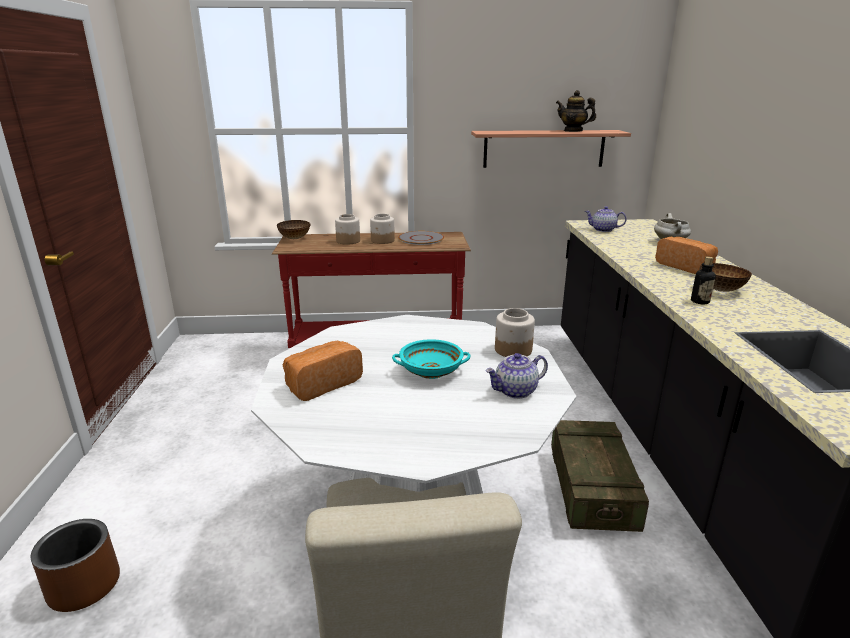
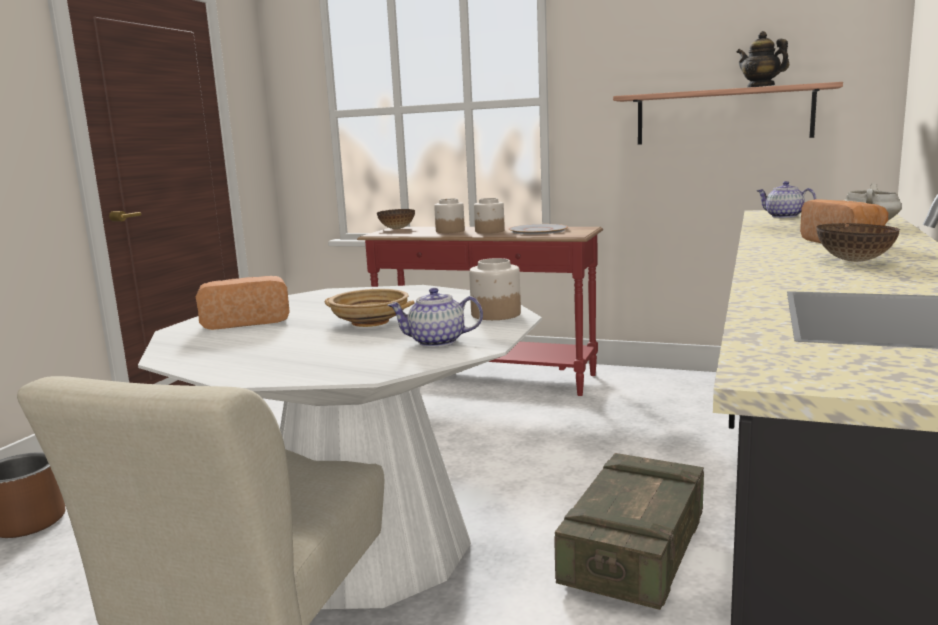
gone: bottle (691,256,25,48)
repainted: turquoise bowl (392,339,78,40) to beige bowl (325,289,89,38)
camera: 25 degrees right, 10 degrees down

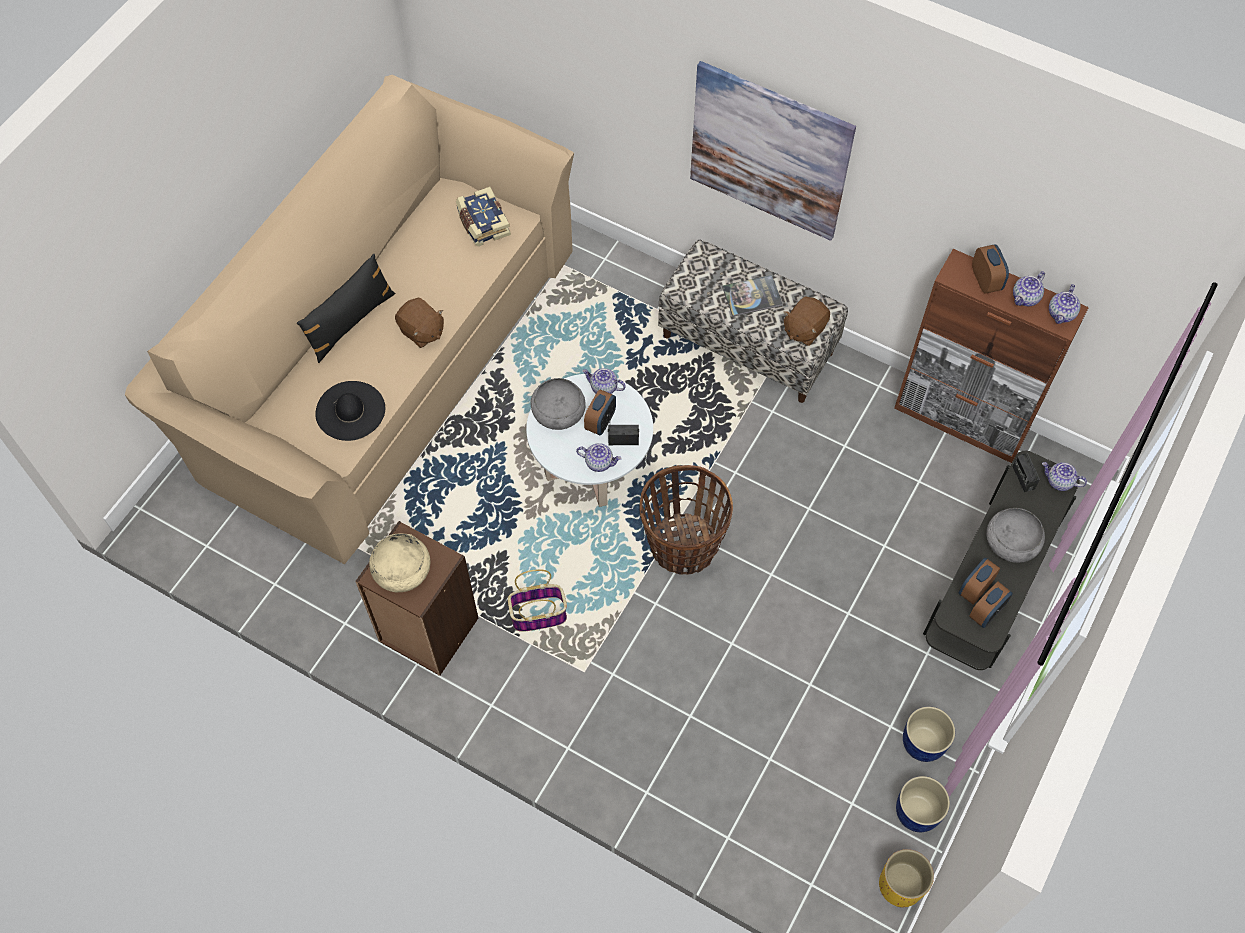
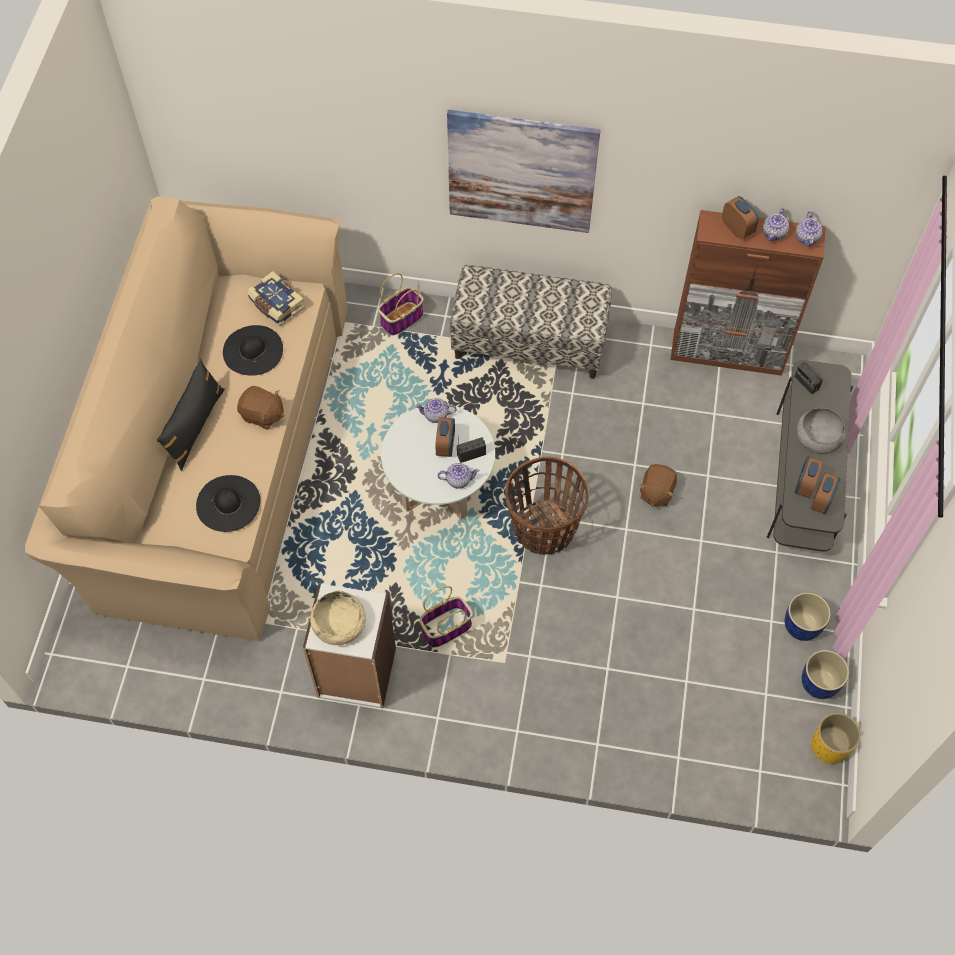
gone: grey bowl (530,378,56,52); book (722,275,61,42); teapot (1042,462,45,29)
new: black hat (223,325,60,51); basket (378,273,46,62)
shifted: brown plush toy (784,296,46,50) to (639,464,38,43)
repainted: brown bookcase (355,521,123,155) to white bookcase (303,583,93,125)
camera: 20 degrees left, 0 degrees up

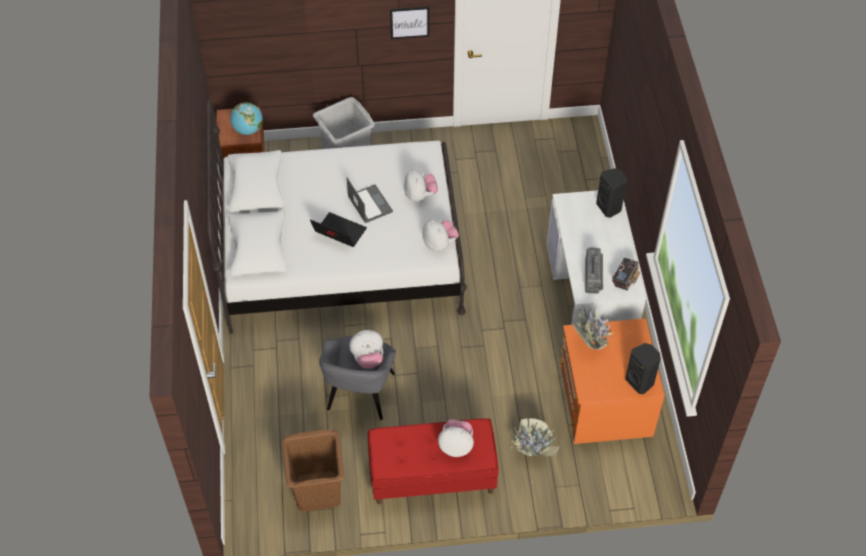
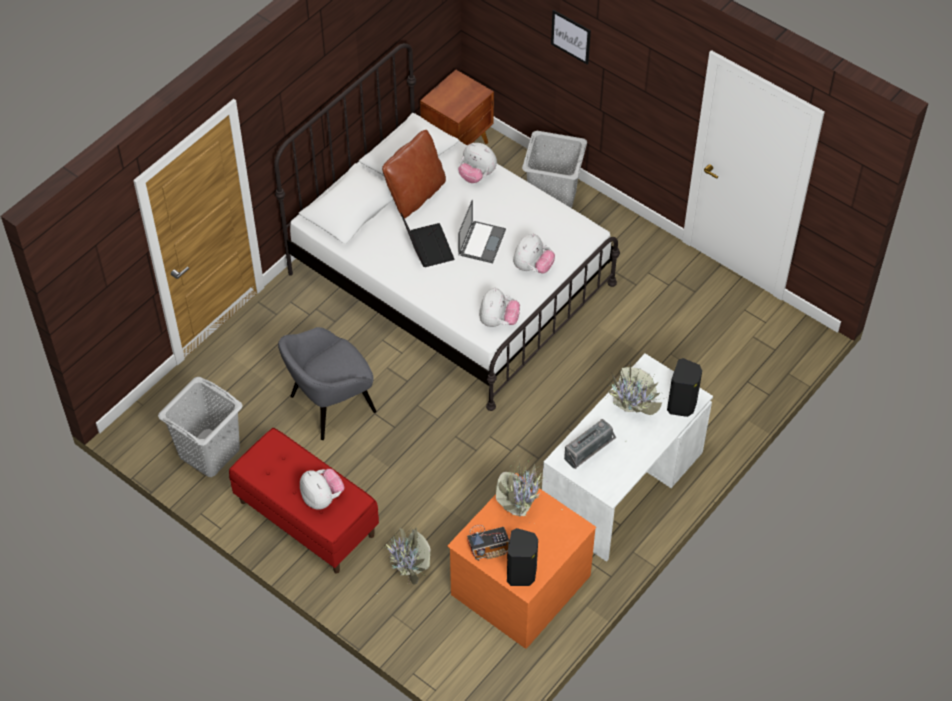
gone: globe (230,103,33,32)
new: brown pillow (382,130,64,89); potted plant (605,361,59,82)
shifted: plush toy (349,330,34,38) to (458,143,39,40); picture (390,7,39,32) to (551,10,40,55); radio (612,258,28,33) to (467,525,43,36)
repainted: brown laundry basket (282,430,62,82) to grey laundry basket (158,377,85,100)
camera: 45 degrees right, 0 degrees up

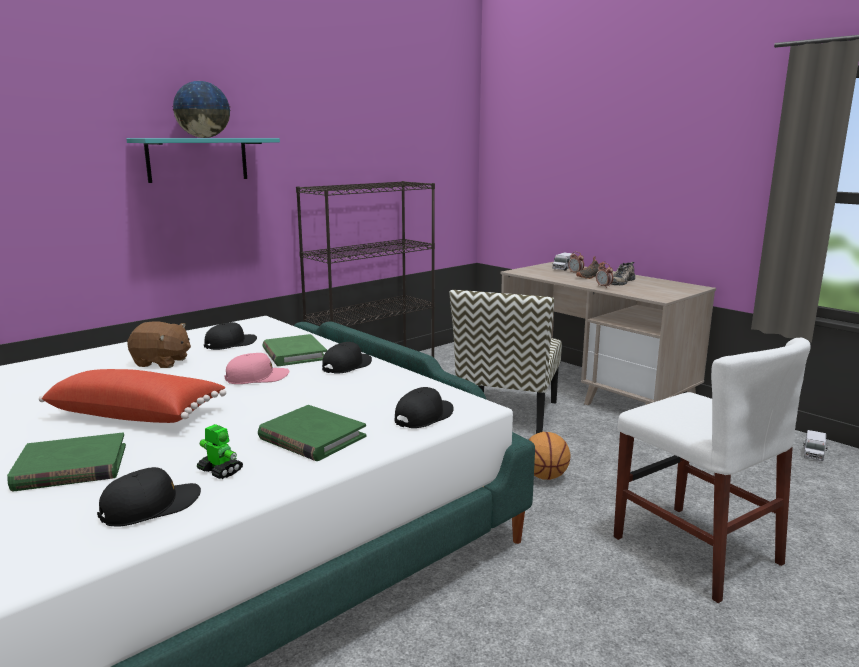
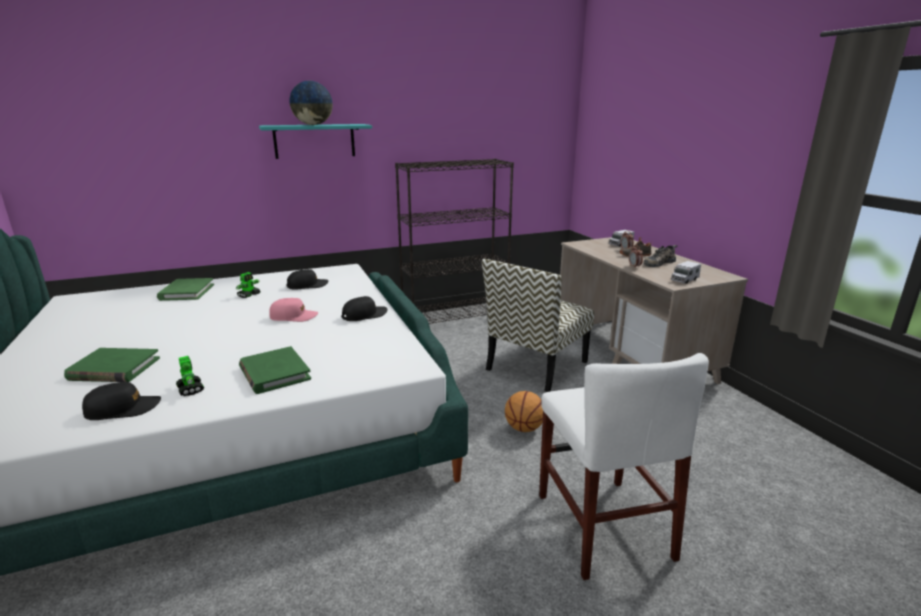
gone: red pillow (39,369,187,54); black cap (394,387,60,41)
shifted: green book (262,334,65,32) to (157,278,57,23); toy truck (803,430,25,31) to (671,261,30,23)
swapped: brown plush toy (127,321,64,47) to toy robot (236,272,24,26)
camera: 20 degrees right, 5 degrees up

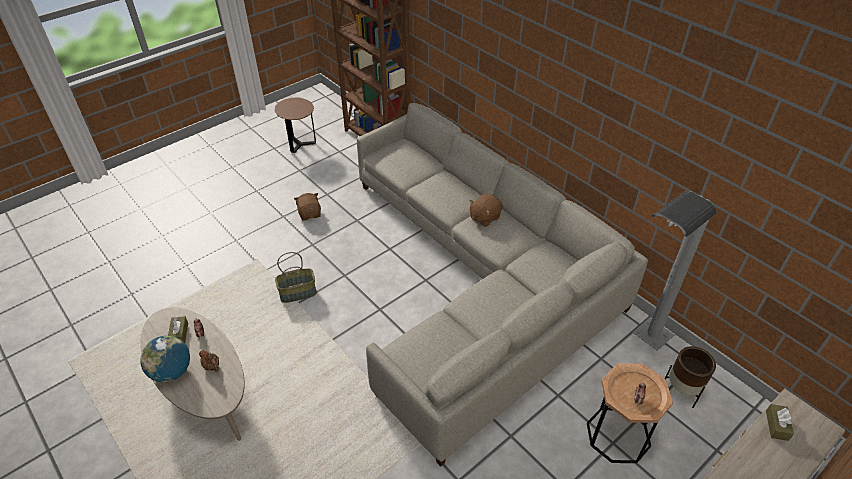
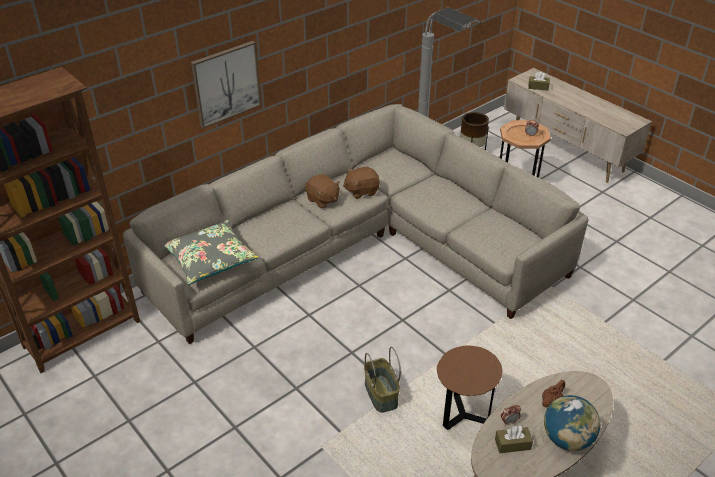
new: grey pillow (164,220,95,65); picture (191,41,70,88)
shifted: brown side table (275,97,41,56) to (437,345,65,85); brown plush toy (294,193,27,27) to (343,166,37,33)
camera: 90 degrees left, 5 degrees down

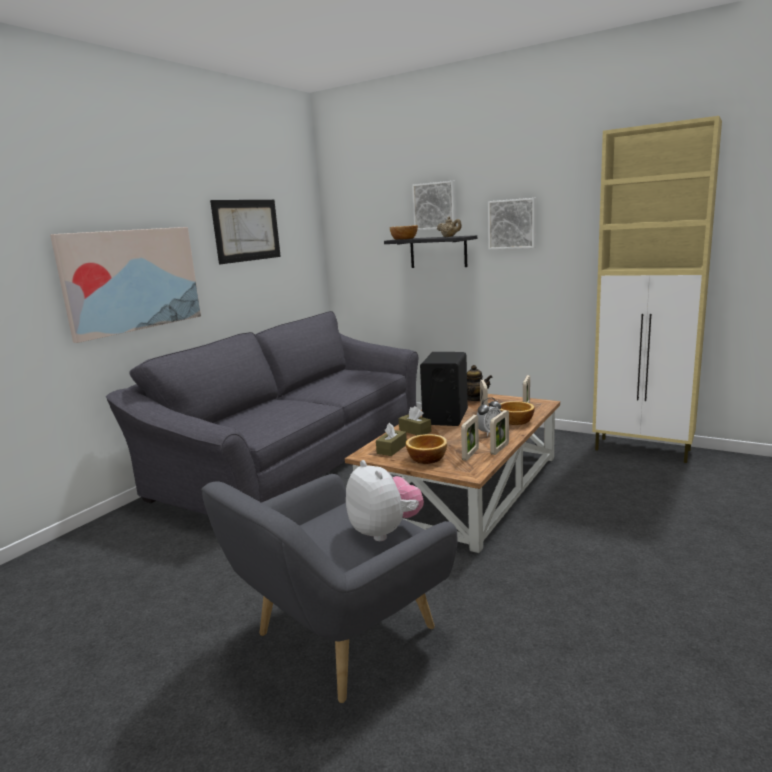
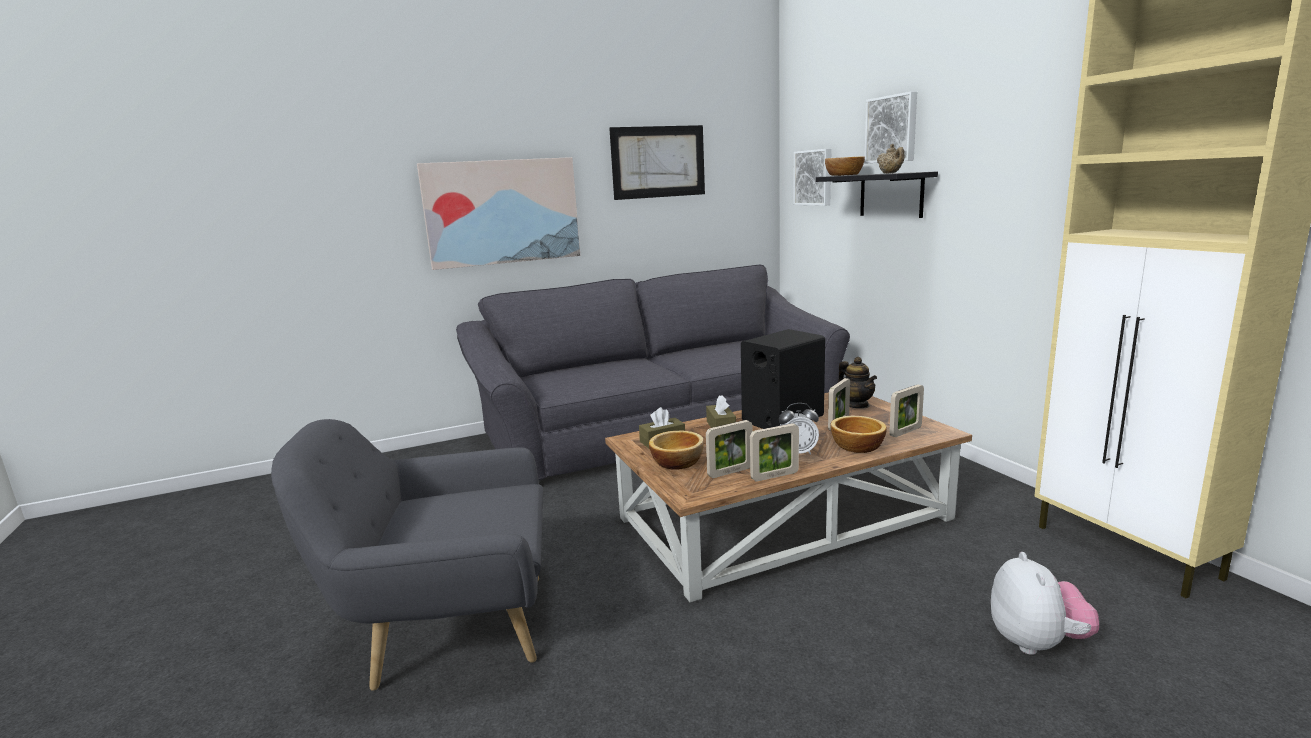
shifted: plush toy (346,460,78,81) to (991,552,108,103); picture (488,198,48,51) to (793,148,38,58)
camera: 35 degrees right, 0 degrees up

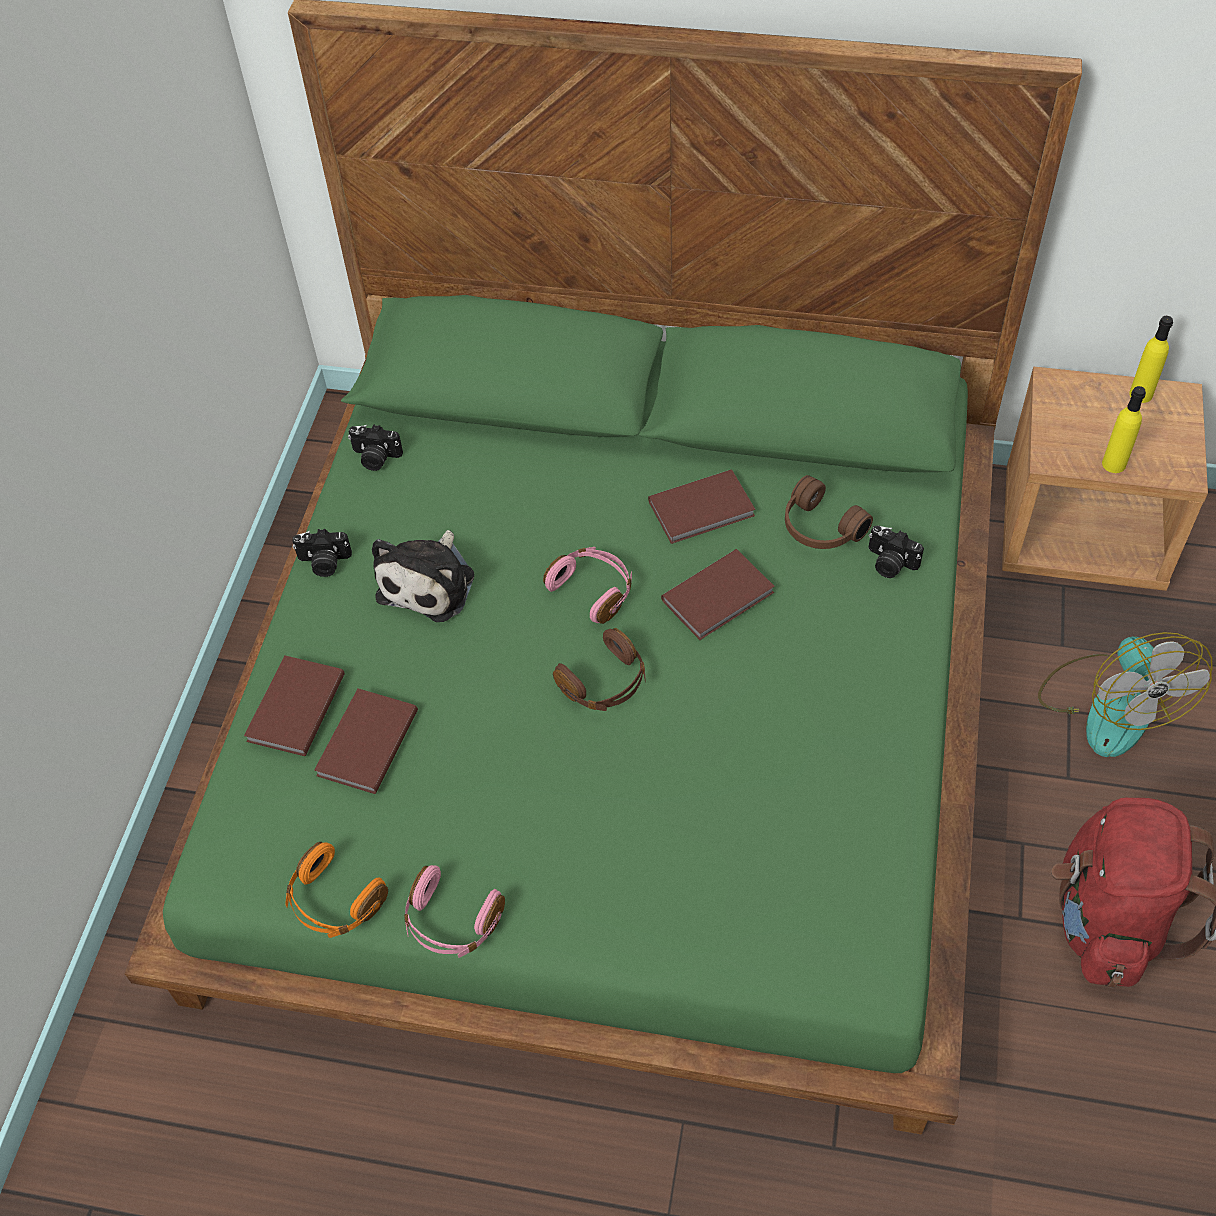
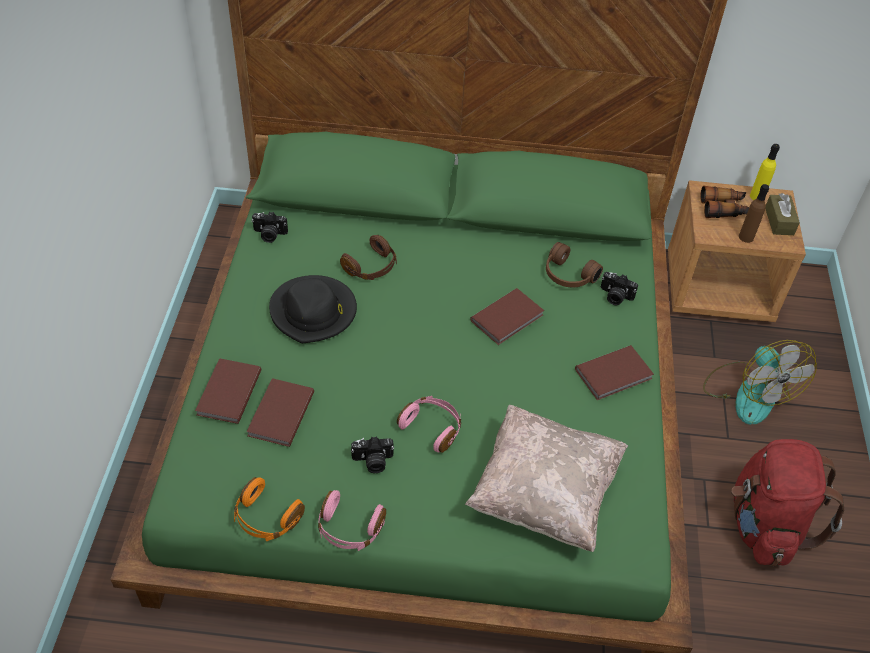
new: beige pillow (465,405,163,147); binoculars (700,186,49,32); brown tissue box (765,193,35,42)
shifted: photo camera (292,529,60,48) to (351,436,43,37); pink headphones (543,547,89,77) to (397,396,64,57); brown headphones (553,628,93,83) to (340,235,57,45); brown book (648,469,108,75) to (575,345,79,55)
swapped: plush toy (372,530,102,92) to black hat (269,275,88,68)
repainted: yellow bottle (1102,386,44,87) to brown bottle (739,184,30,59)
camera: 10 degrees left, 5 degrees down

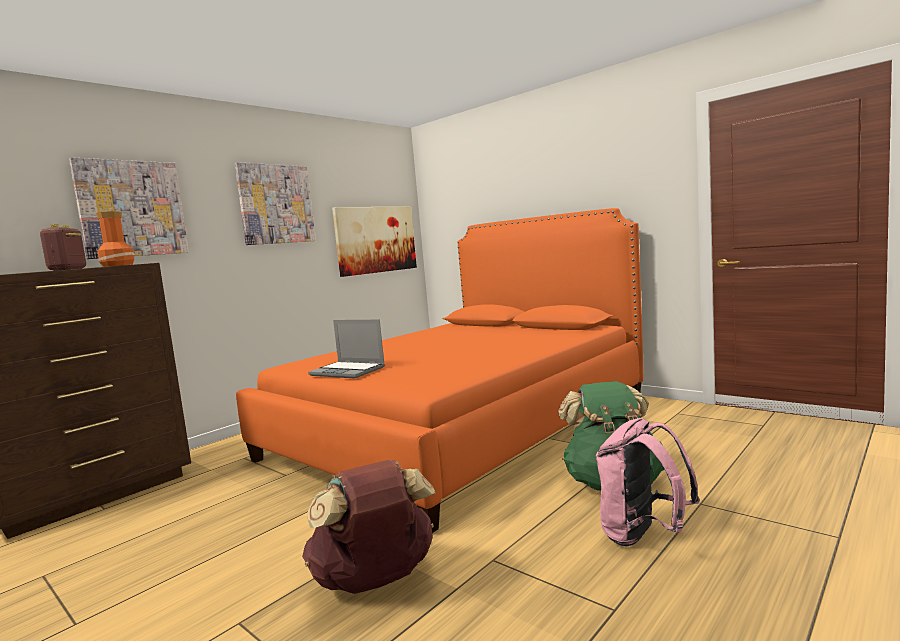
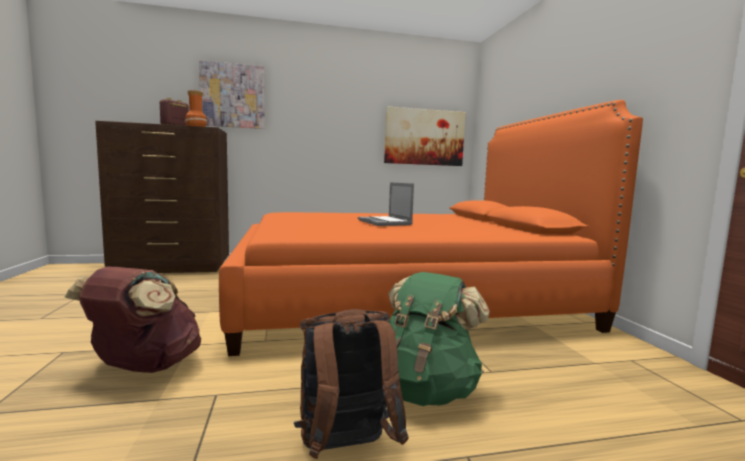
gone: picture (235,162,81,83)
shifted: laptop (308,319,77,59) to (358,182,56,44)
repainted: pink backpack (596,418,104,128) to brown backpack (294,309,115,150)
camera: 35 degrees right, 0 degrees up

